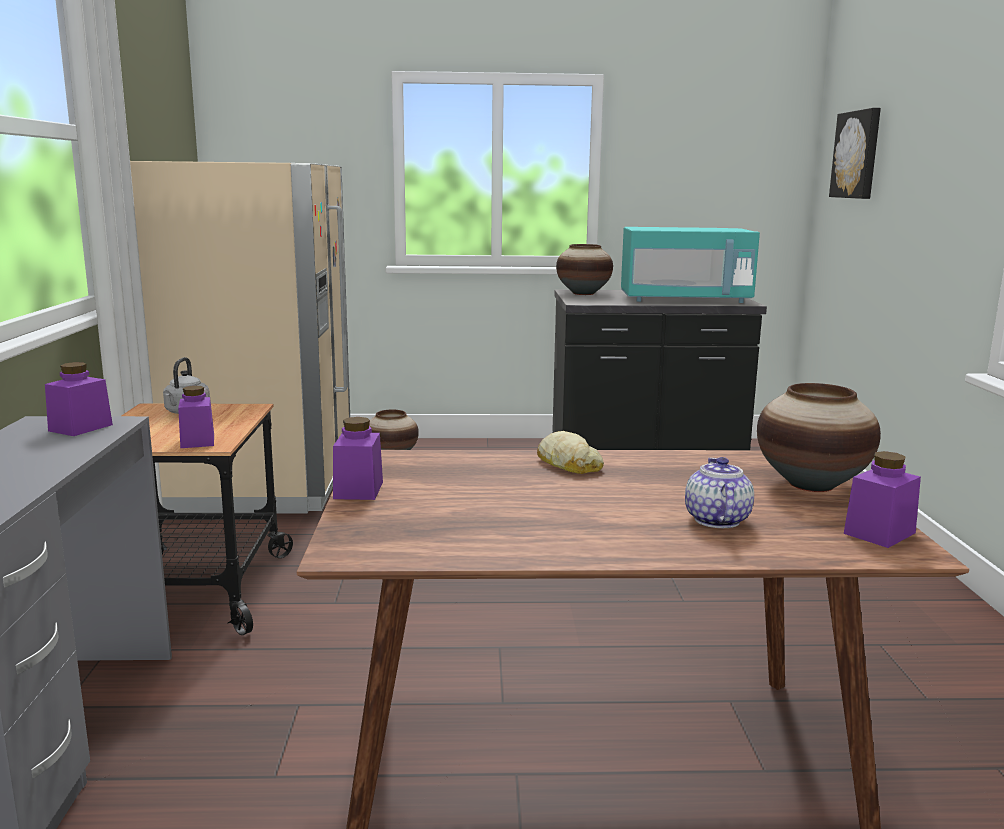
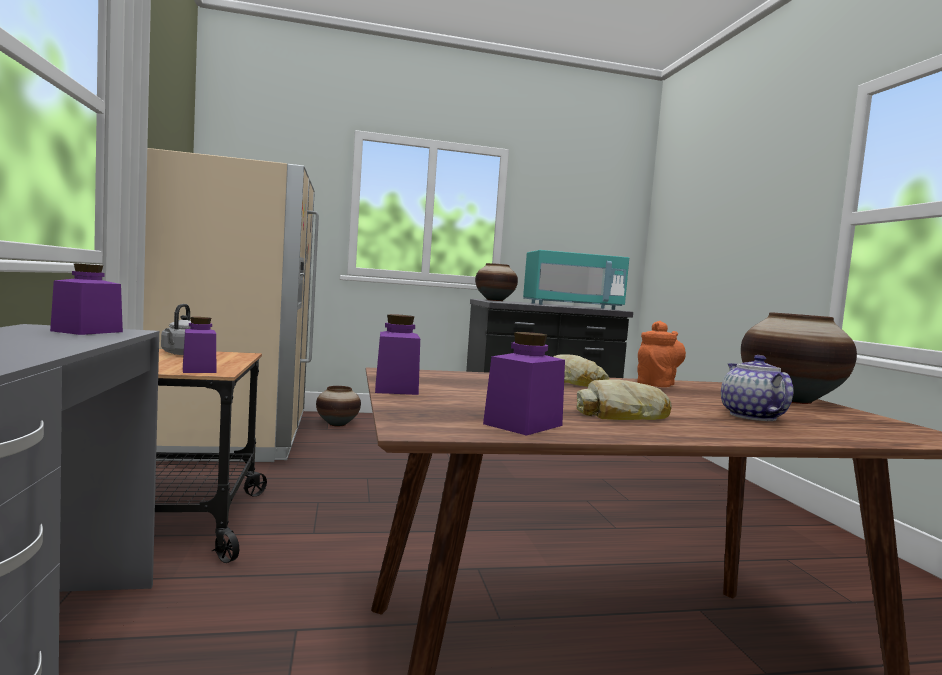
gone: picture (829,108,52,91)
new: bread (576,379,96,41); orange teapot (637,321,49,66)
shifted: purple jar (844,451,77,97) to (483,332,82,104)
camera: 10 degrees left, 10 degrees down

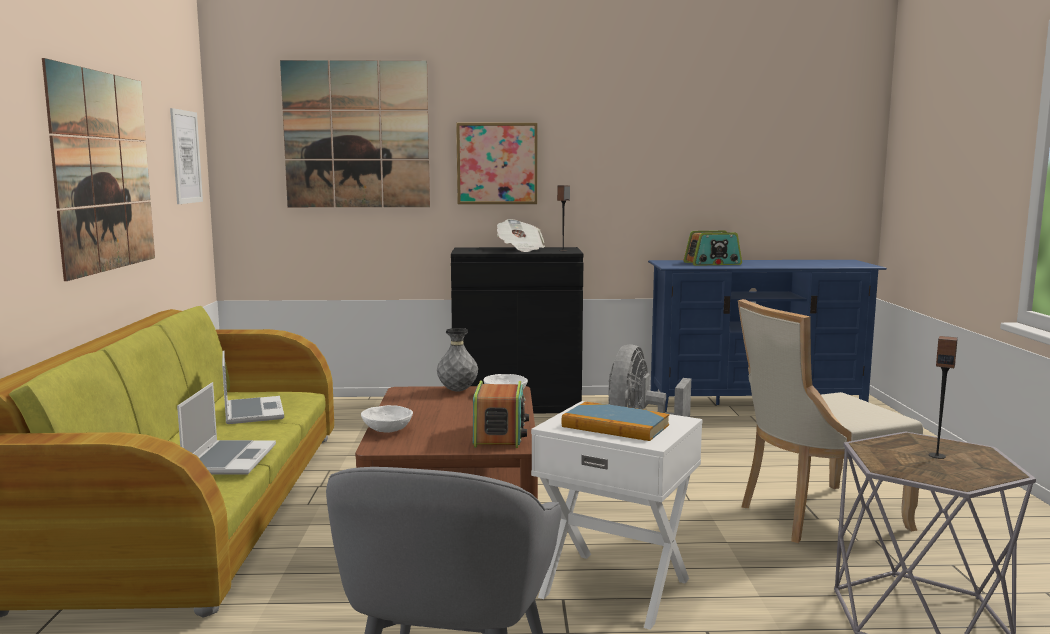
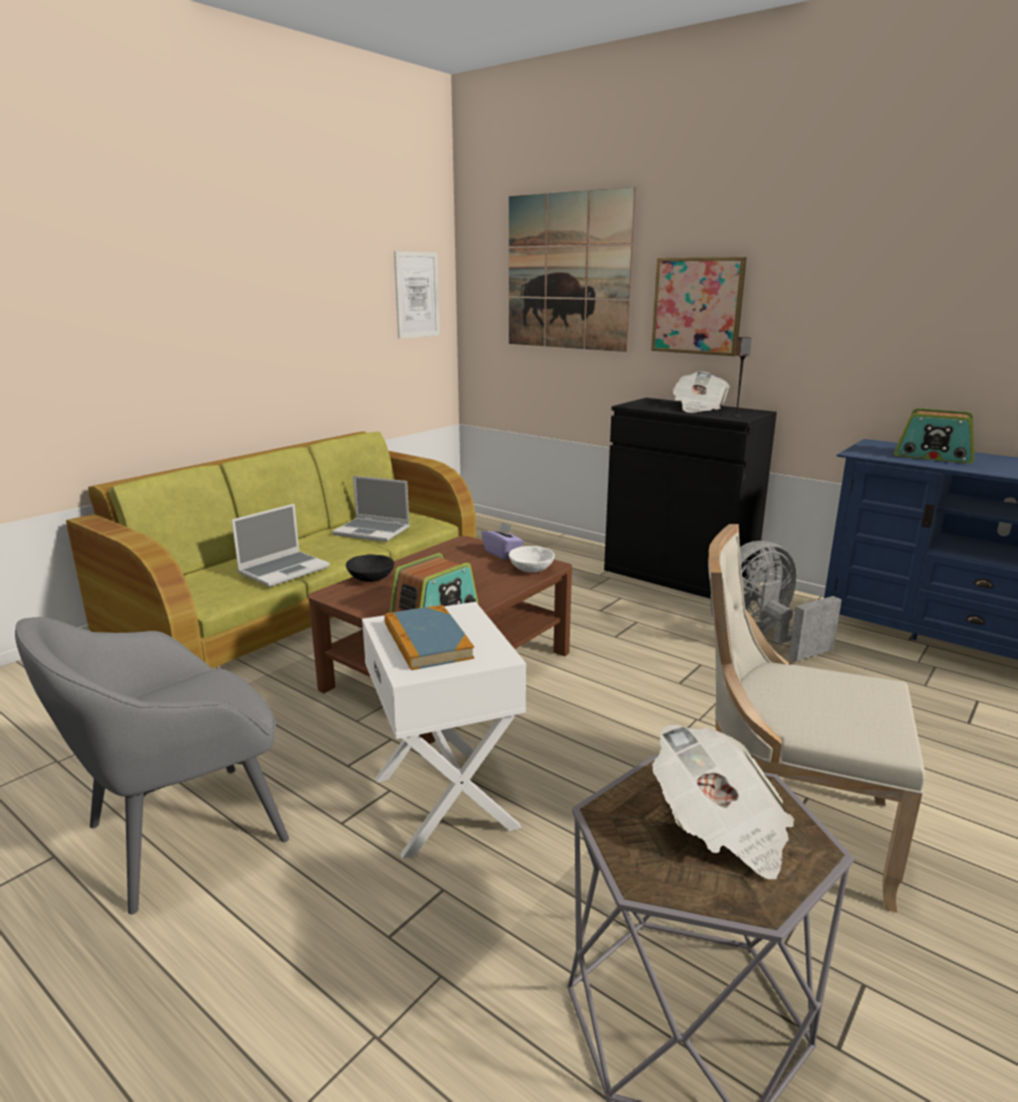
gone: picture (42,58,113,223)
swapped: grey vase (437,328,41,64) to purple tissue box (481,522,44,38); speaker (929,336,29,123) to newspaper (652,724,142,155)
repainted: white bowl (361,405,52,28) to black bowl (346,554,48,28)
rotated: laptop (222,351,62,73) = (332,476,78,66) 90 degrees clockwise
camera: 40 degrees right, 10 degrees up

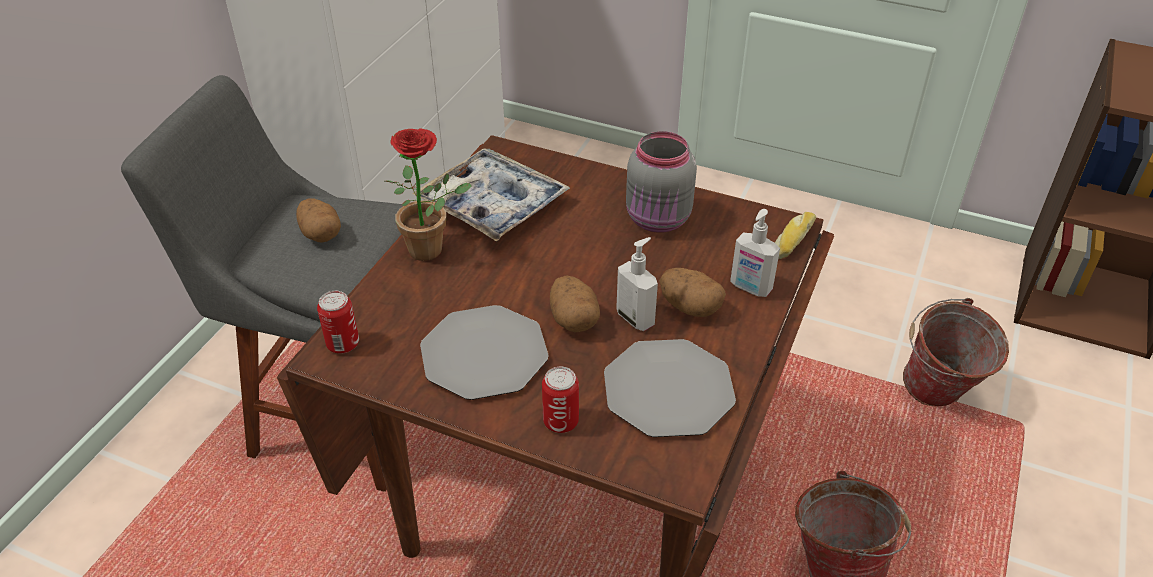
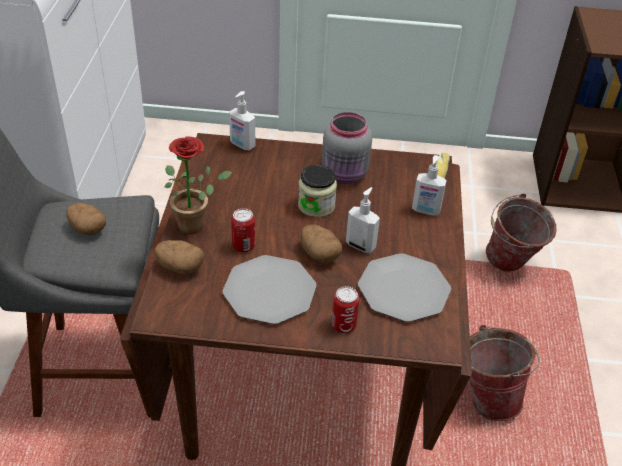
gone: tray (412,148,158,94)
new: soap dispenser (229,91,26,60); jar (298,165,39,52)
shifted: can (317,291,42,63) to (231,208,24,45); potato (659,268,67,49) to (154,240,50,34)
camera: 20 degrees left, 0 degrees up

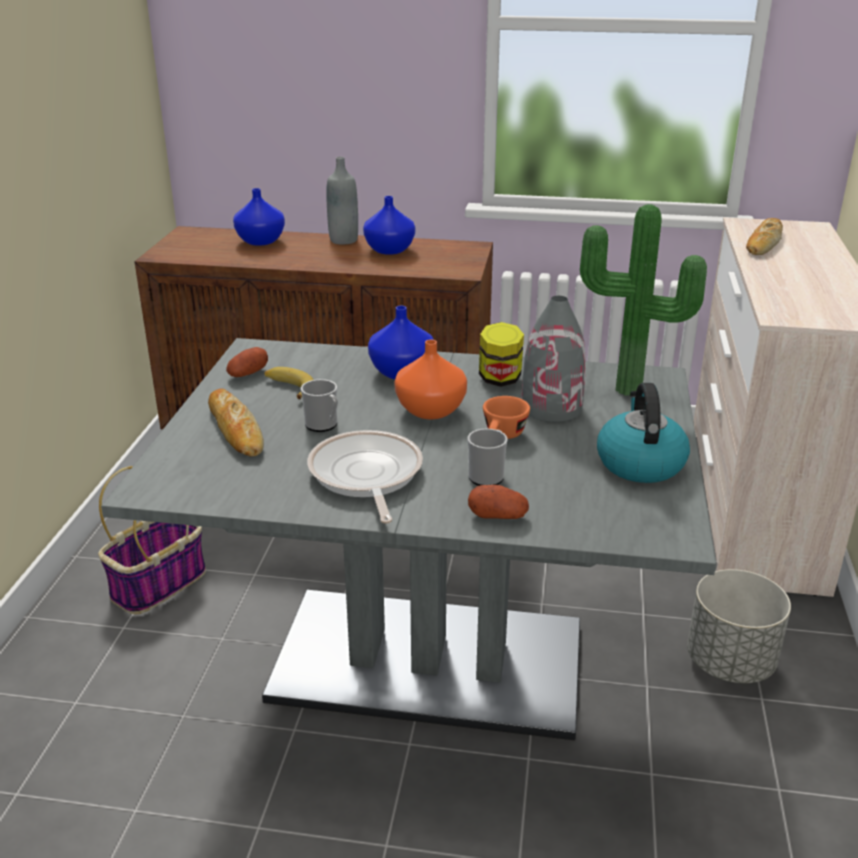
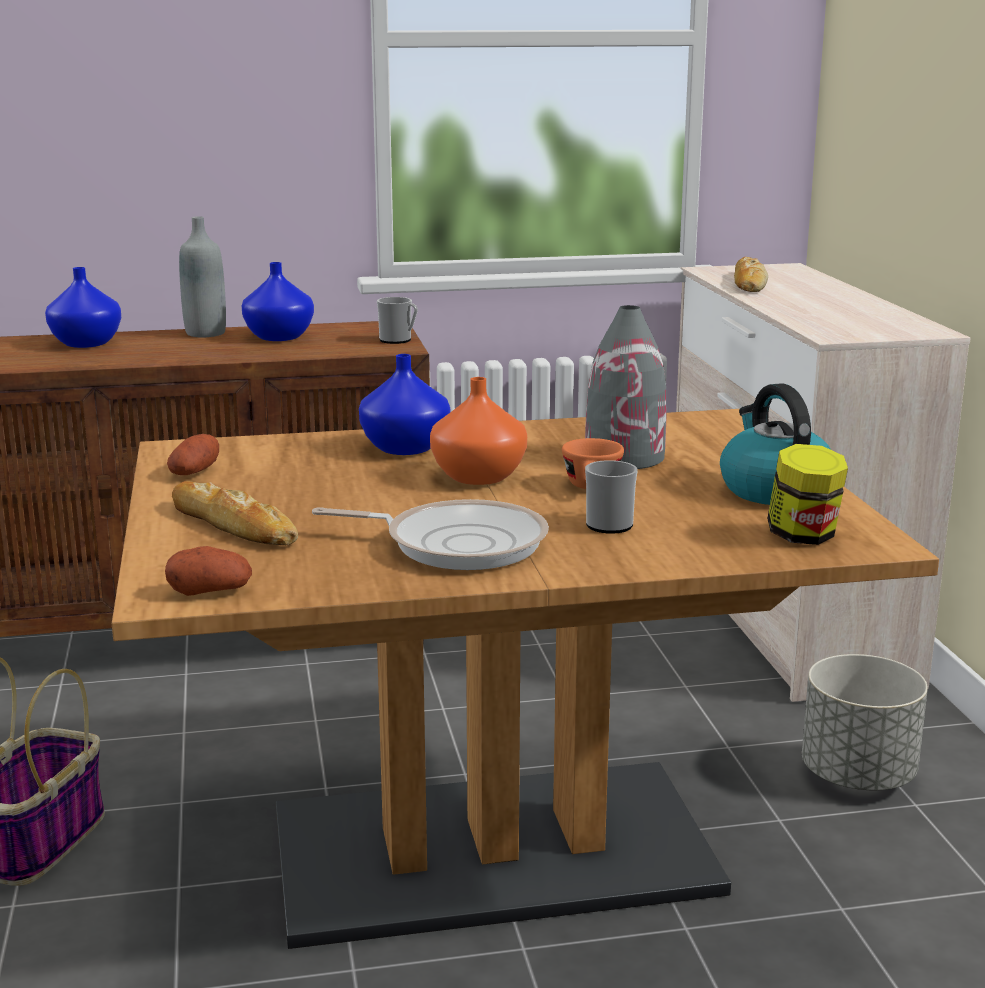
gone: banana (264,367,50,32); potted plant (580,204,127,192)
shifted: mug (301,379,37,53) to (377,297,41,47); potato (468,485,61,34) to (165,546,87,50); jar (479,322,45,65) to (767,444,81,101)
repainted: grey dining table (101,338,615,402) to brown dining table (112,409,827,540)
rotated: frying pan (307,430,116,94) = (312,499,237,71) 135 degrees clockwise
camera: 20 degrees left, 10 degrees down

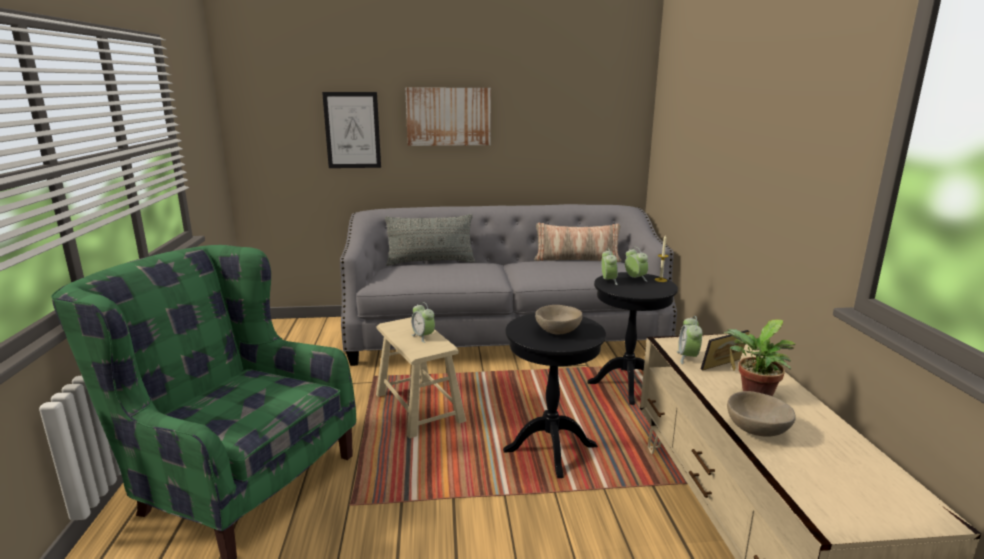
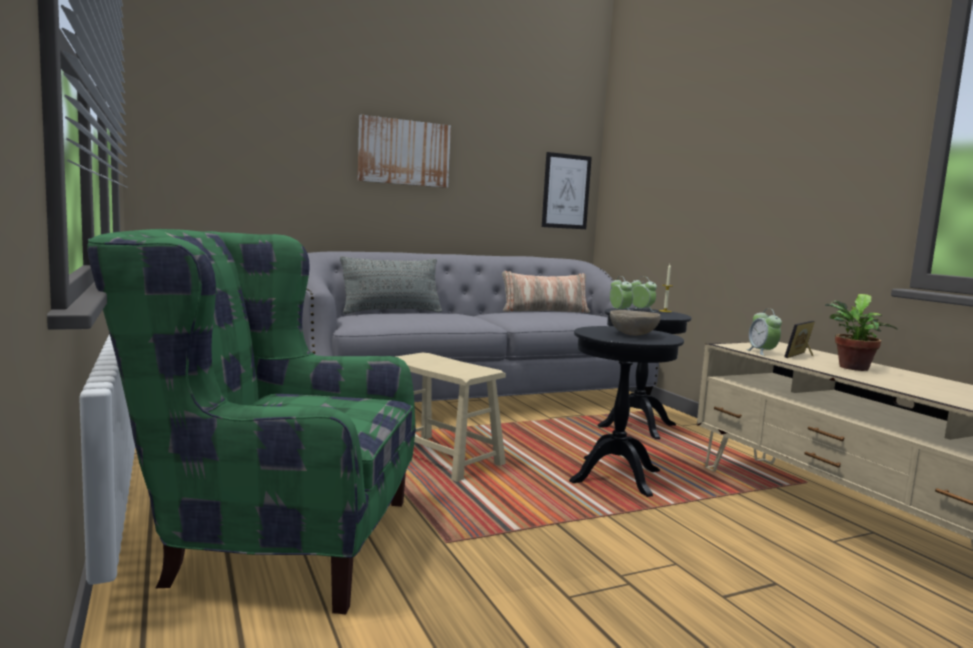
gone: alarm clock (411,302,24,41); beige bowl (727,391,69,46)
shifted: picture (322,92,59,76) to (542,152,50,77)
camera: 20 degrees left, 10 degrees down

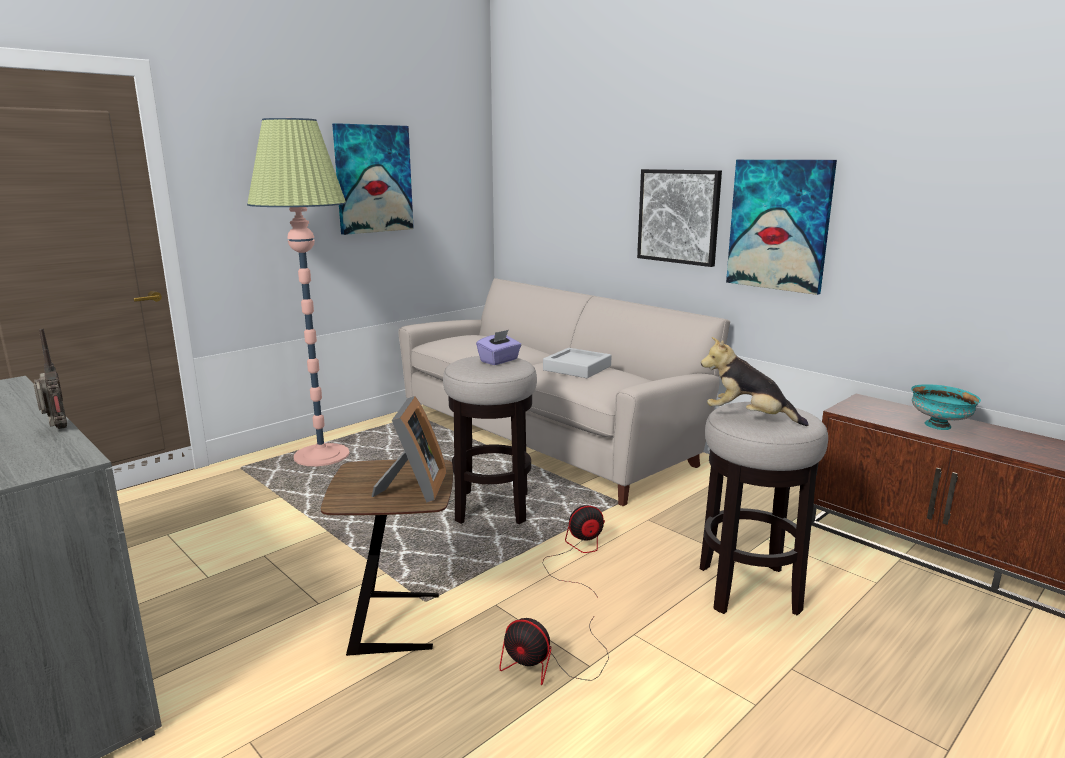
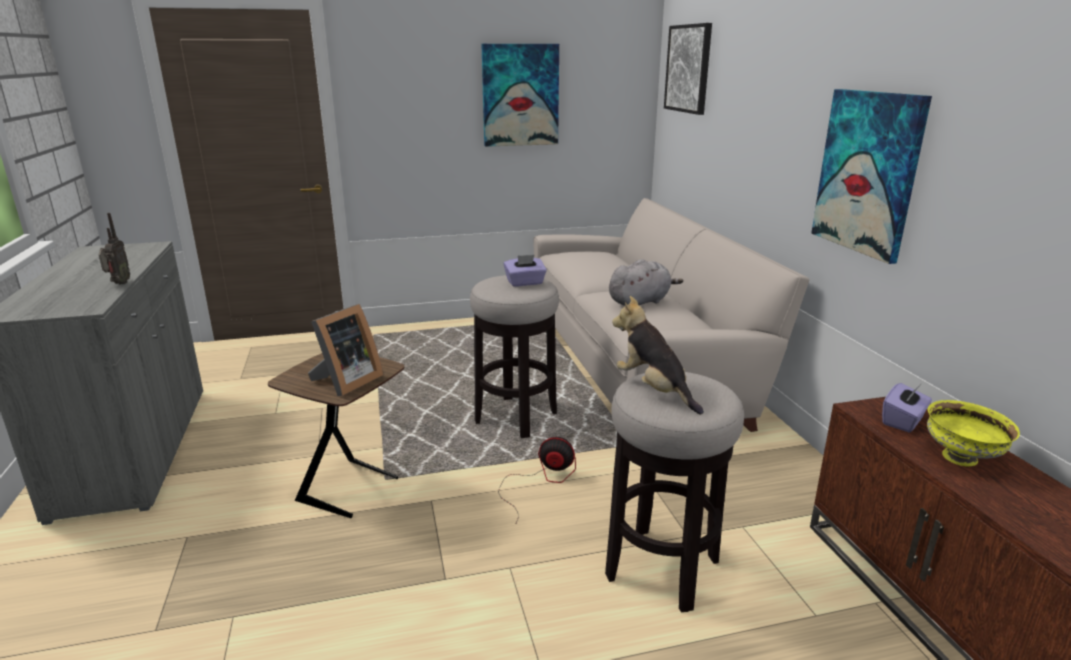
gone: floor lamp (247,118,103,348); fan (499,617,110,68)
new: purple tissue box (882,383,50,49)
shifted: picture (637,169,85,98) to (664,23,48,92)
swapped: grey tray (543,348,69,30) to grey plush toy (609,259,74,47)
repainted: turquoise bowl (911,384,70,46) to yellow bowl (927,400,93,66)
camera: 30 degrees right, 5 degrees up

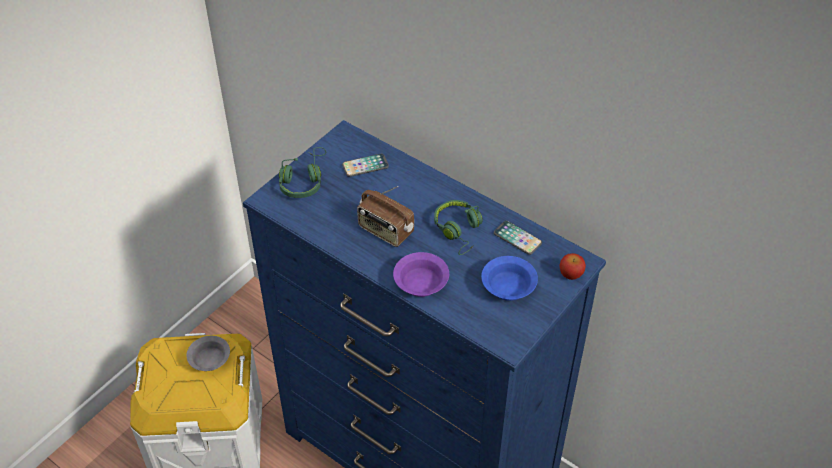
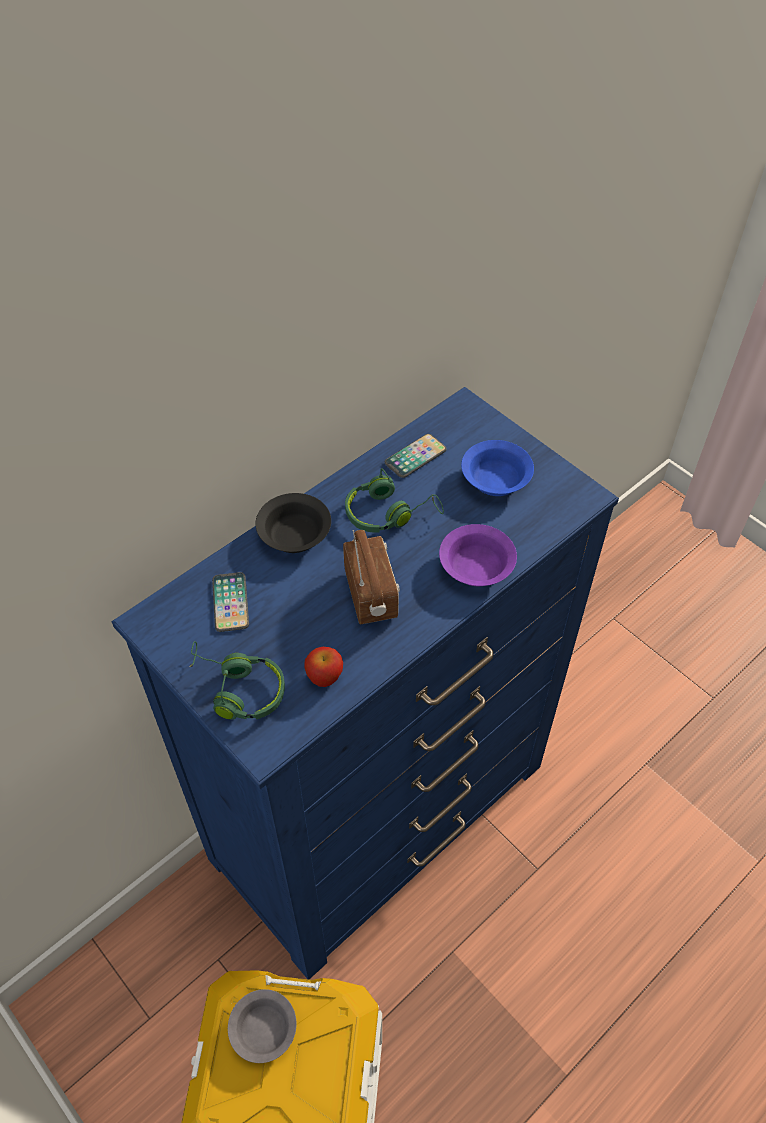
new: black bowl (255,493,76,60)
shifted: apple (559,253,27,27) to (304,647,39,40)
rotated: radio (357,186,57,61) = (343,530,57,95) 60 degrees counterclockwise
camera: 80 degrees left, 5 degrees up

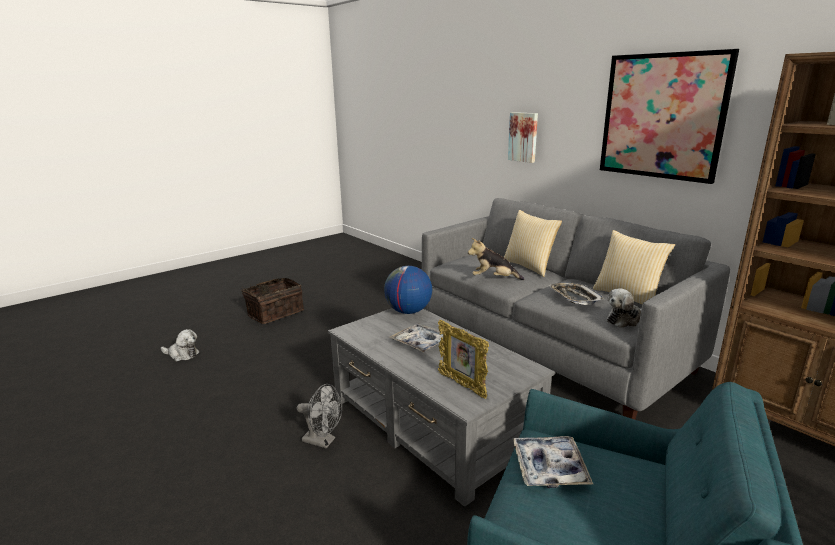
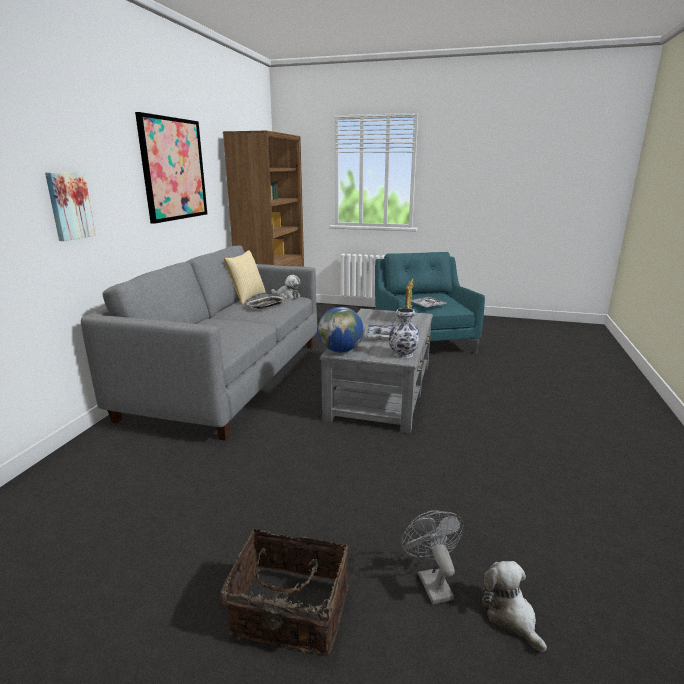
gone: plush toy (468,238,56,42); pillow (504,210,58,67)
new: vase (388,308,32,50)
shifted: grey fan (297,384,45,65) to (401,510,63,94)
camera: 125 degrees left, 0 degrees up

